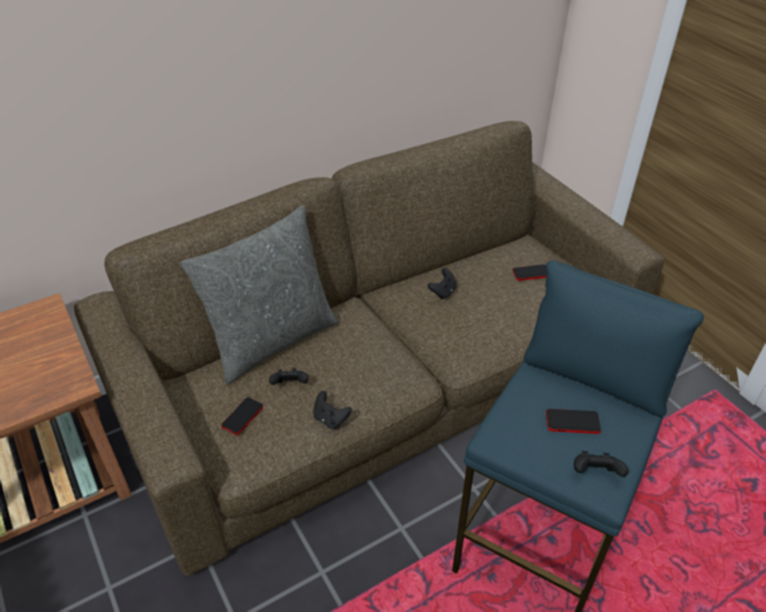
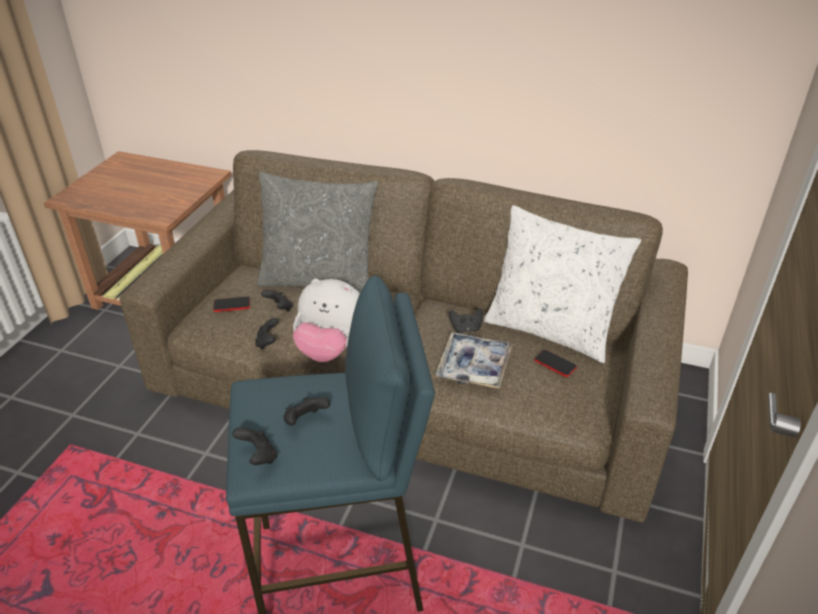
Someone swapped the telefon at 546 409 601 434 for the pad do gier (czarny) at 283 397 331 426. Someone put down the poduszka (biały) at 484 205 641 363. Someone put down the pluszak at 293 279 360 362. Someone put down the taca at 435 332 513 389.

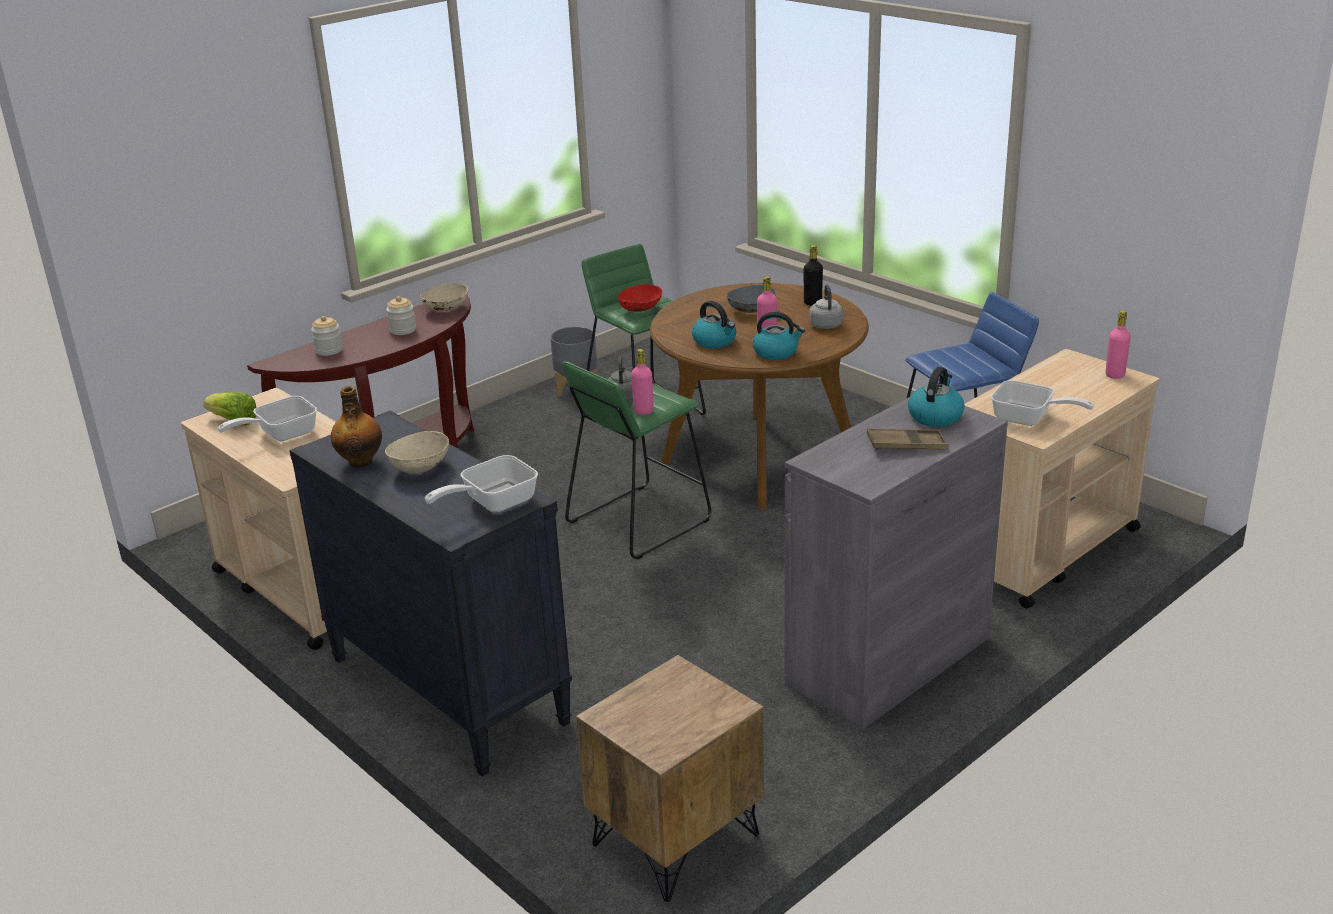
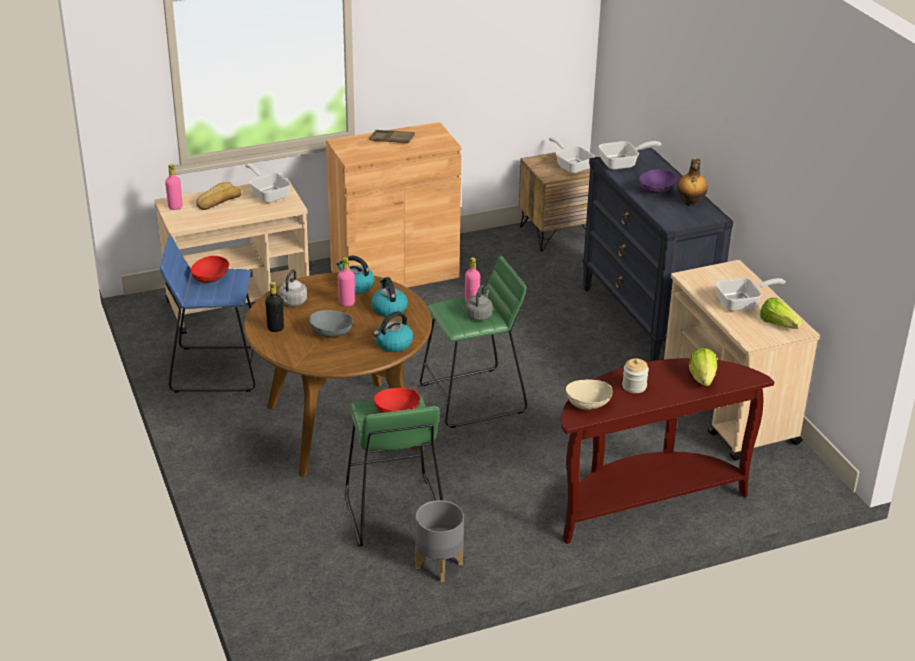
Someone swapped the słoik at 311 316 342 356 for the sałata at 689 348 717 386. Someone carried the czajnik from 908 367 965 427 to 373 311 413 352. Someone repainted the szafka (szary) at 785 396 1008 729, which became the szafka (brązowy) at 326 122 462 288. Someone repainted the miska (beżowy) at 385 431 449 473, which became the miska (fioletowy) at 639 169 677 194. Someone put down the patelnia at 549 137 595 173. Someone put down the chleb at 196 182 241 210. Someone put down the miska (czerwony) at 191 256 229 283.

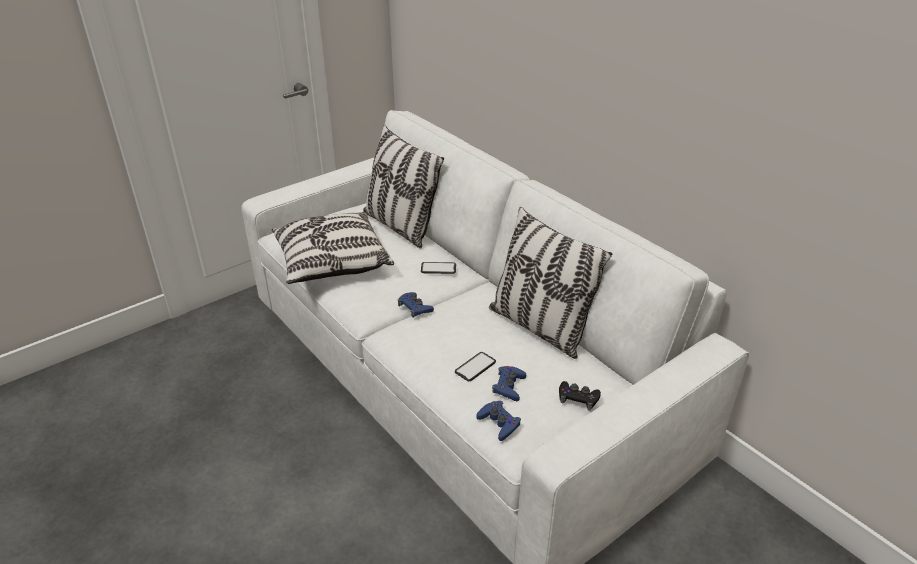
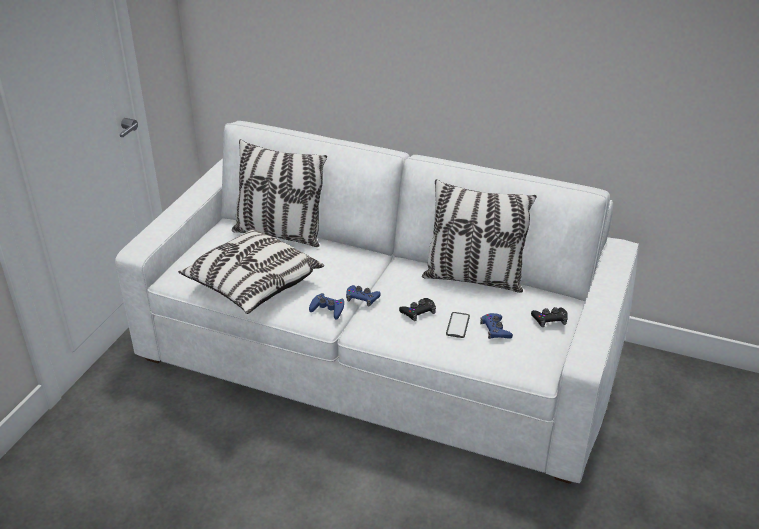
Someone took away the telefon at 421 262 456 274. Someone carried the pad do gier (niebieski) from 476 401 521 441 to 309 293 344 319. Someone put down the pad do gier (czarny) at 399 298 436 321.

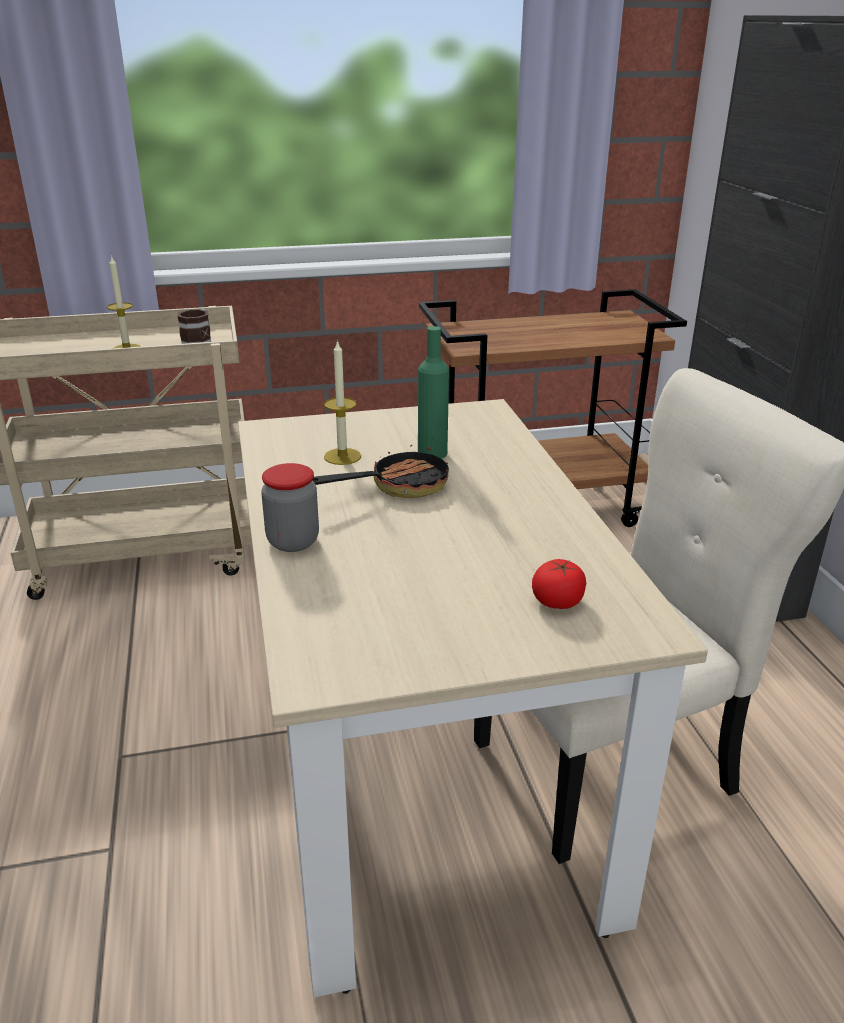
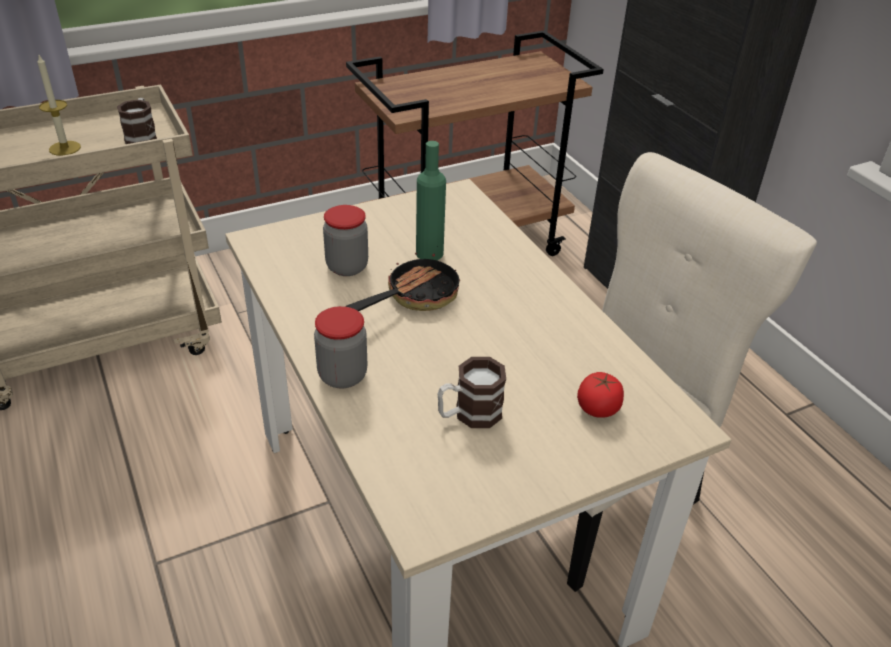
Someone swapped the świeca at 324 340 361 465 for the słoik at 323 205 368 276. Someone put down the kubek at 437 357 506 428.

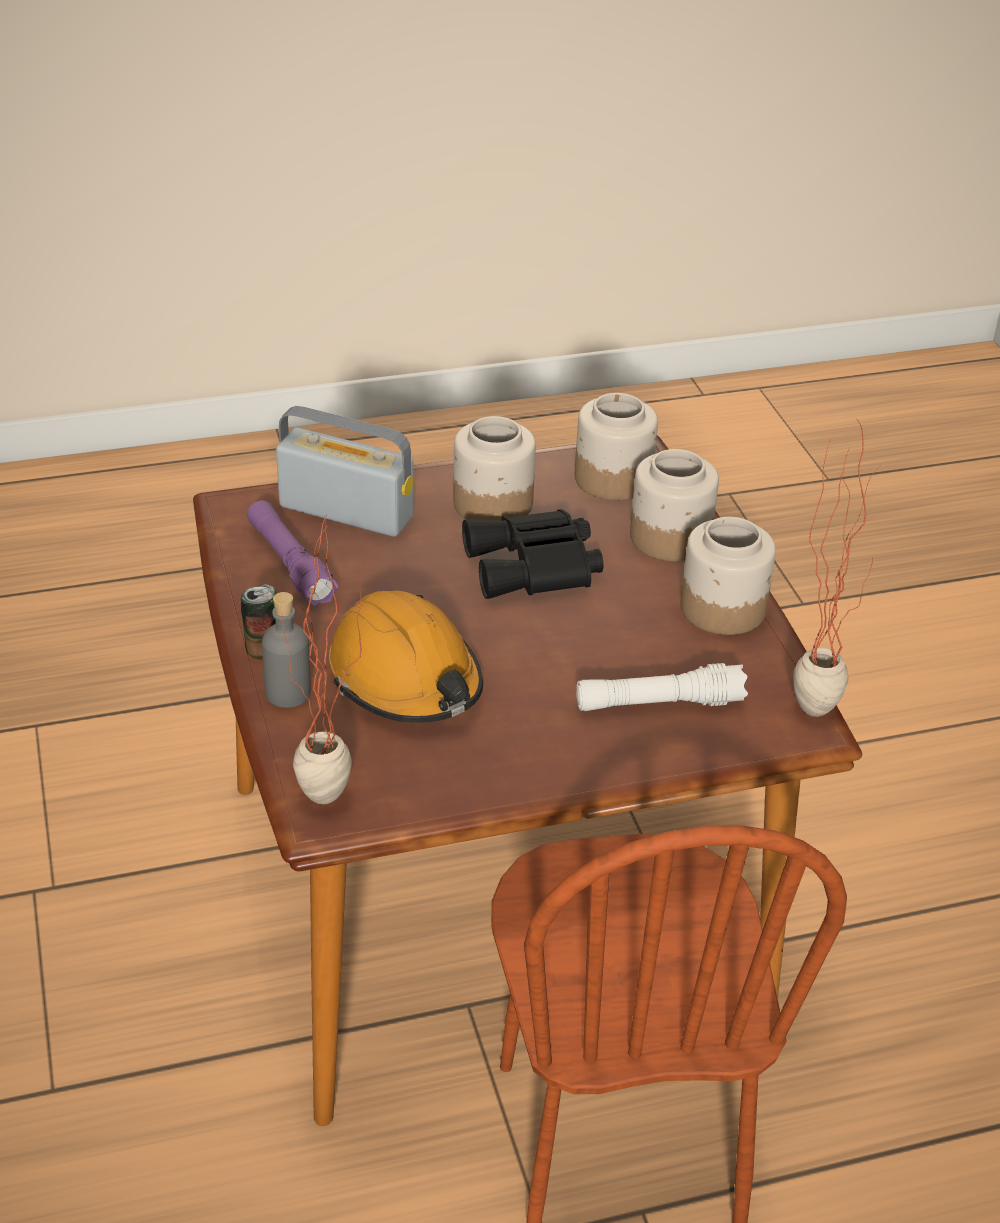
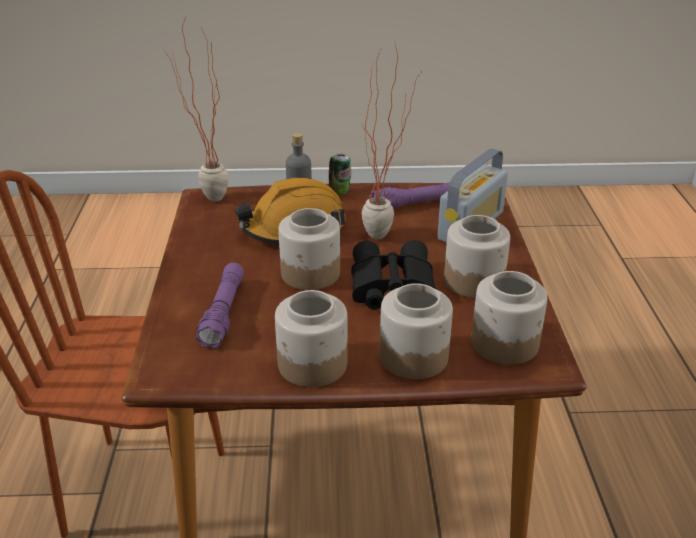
Someone carried the roślina doniczkowa from 793 421 882 717 to 361 39 421 239. Someone repainted the latarka (biały) at 576 663 748 711, which became the latarka (fioletowy) at 196 263 244 348. Someone put down the słoik at 278 208 340 290.

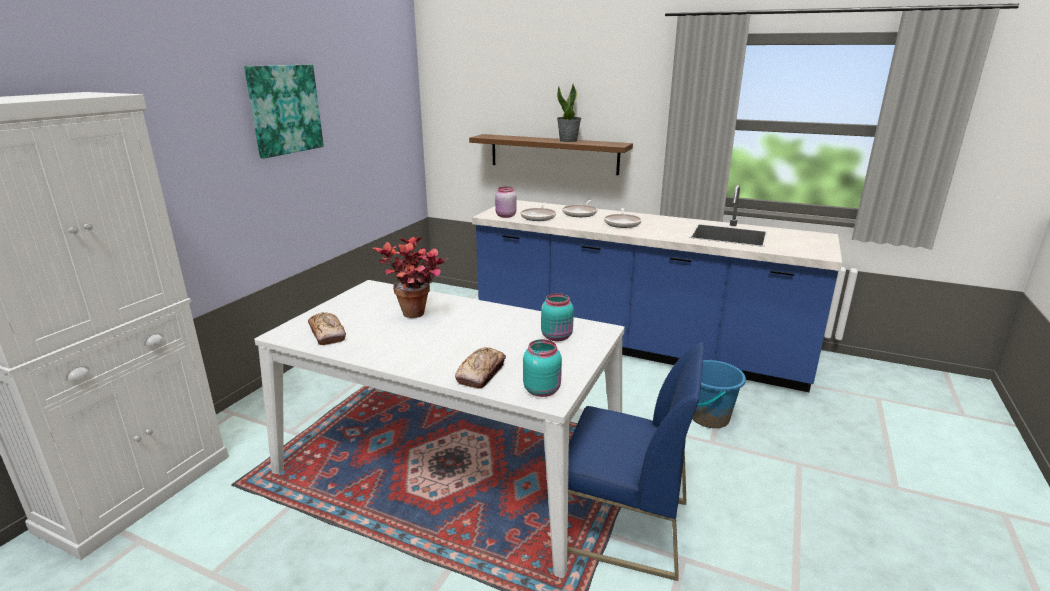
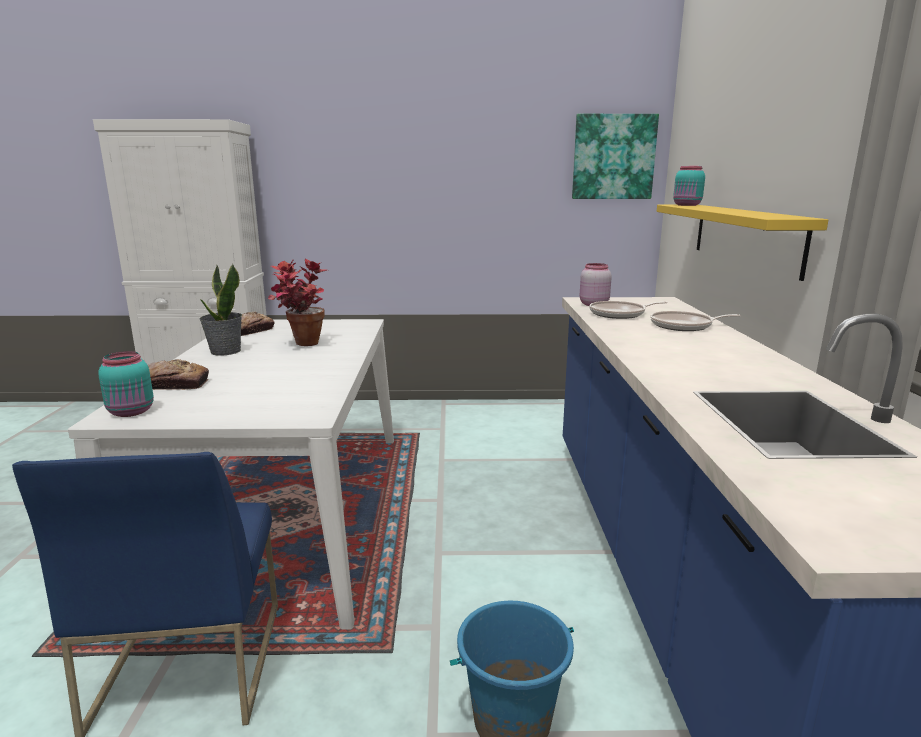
Someone carried the obraz from 244 65 324 158 to 572 114 659 199. Someone carried the roślina doniczkowa from 557 84 581 142 to 199 264 242 356. Someone repainted the półka (brązowy) at 469 134 633 175, which became the półka (żółty) at 657 205 828 281. Someone took away the patelnia at 604 208 642 228. Someone carried the słoik (turkusowy) from 541 293 574 341 to 673 166 705 206.

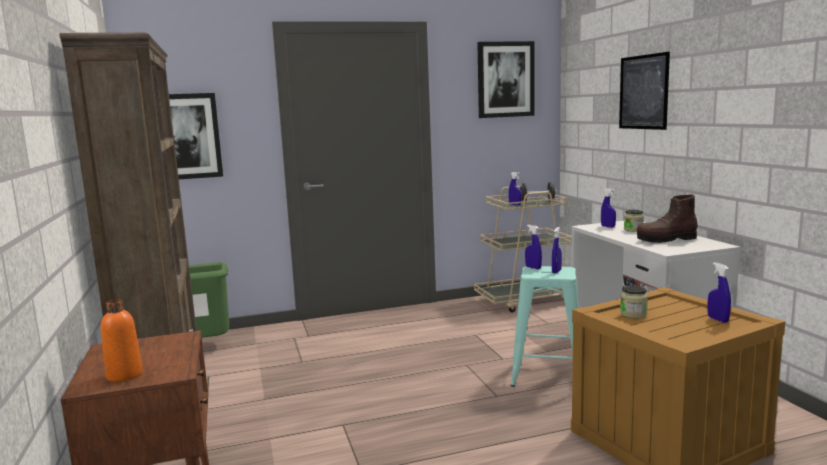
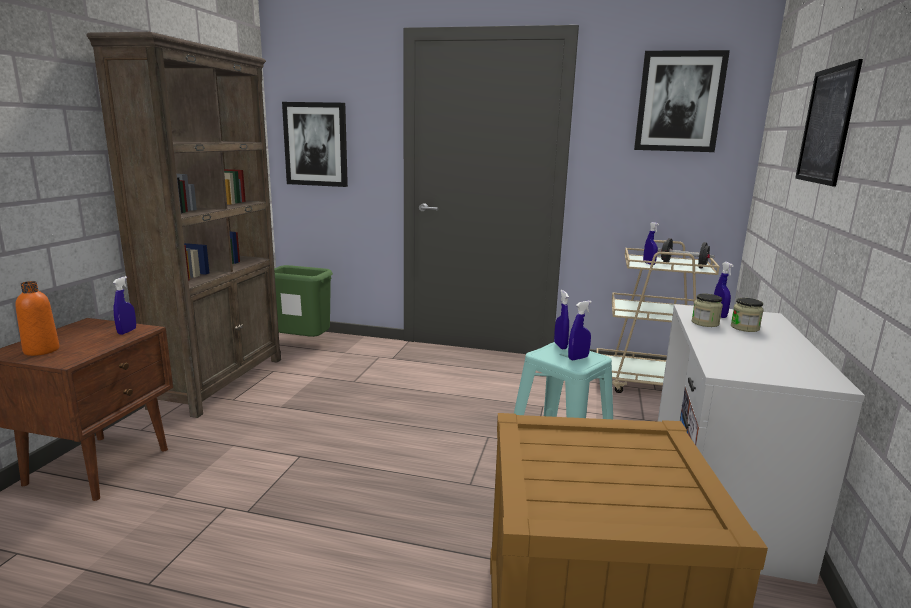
Someone took away the but z cholewką (brązowy) at 637 194 698 243. Someone carried the spryskiwacz (niebieski) from 708 262 731 323 to 113 276 136 335. Someone carried the słoik from 620 285 648 318 to 692 294 723 327.

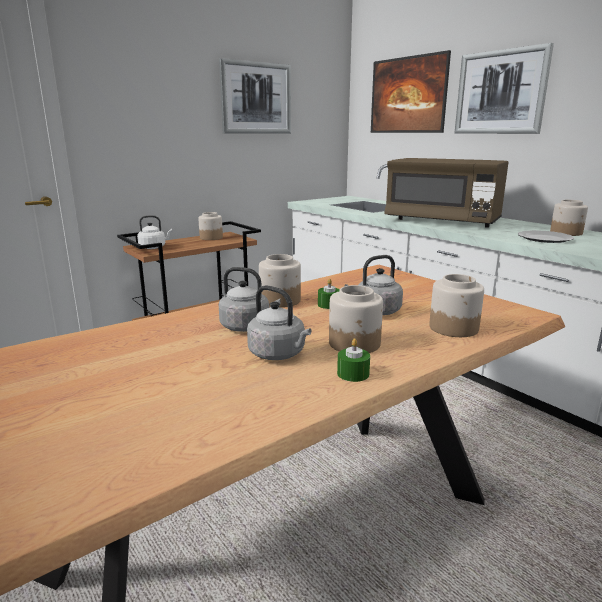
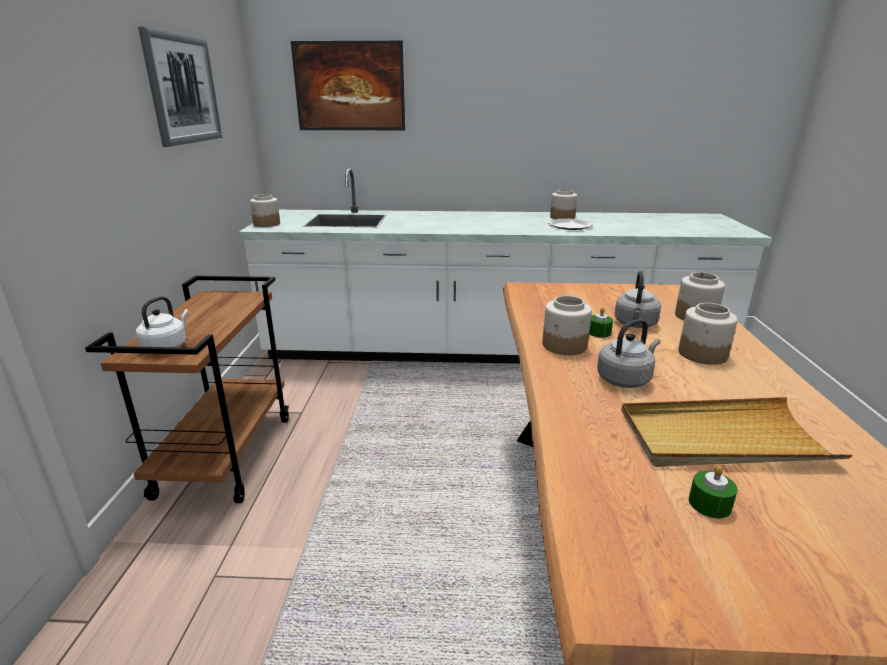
Someone took away the obraz at 455 43 554 134. Someone took away the mikrofalówka (brązowy) at 385 158 509 228. Someone carried the słoik from 198 212 223 240 to 250 194 280 227. Someone took away the czajnik (szary) at 247 285 311 360. Someone carried the świeca (zielony) from 337 338 370 382 to 689 466 737 519. Someone put down the taca (beżowy) at 621 397 853 467.

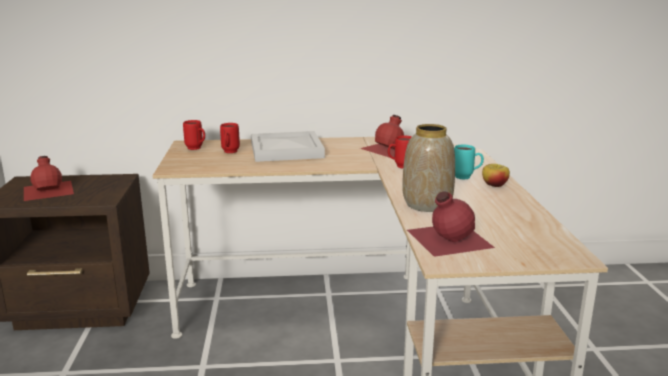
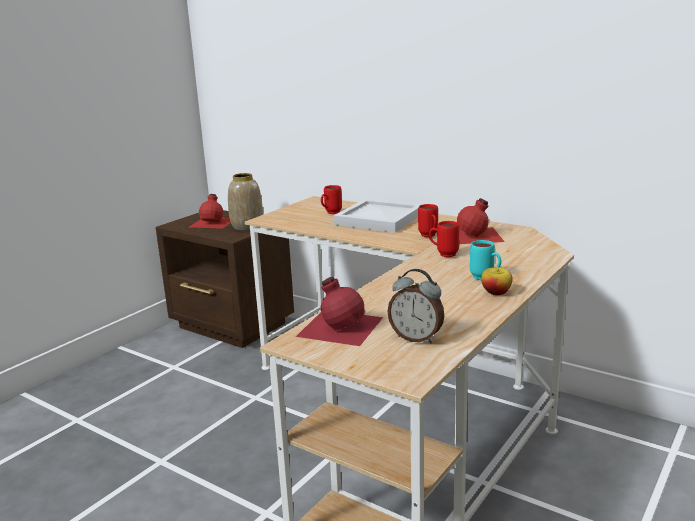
Someone carried the kubek (czerwony) from 183 120 205 150 to 418 204 438 237. Someone carried the wazon from 402 124 455 212 to 228 173 263 231. Someone put down the budzik at 388 269 444 344.

